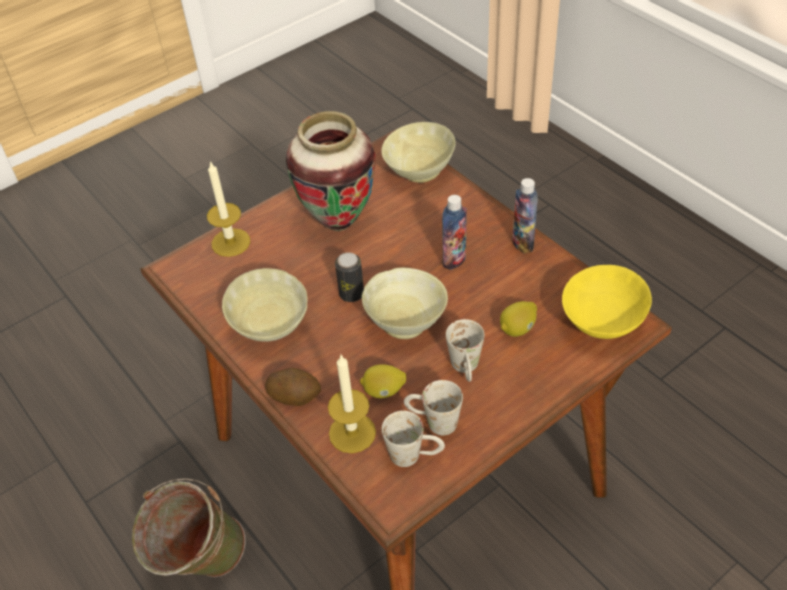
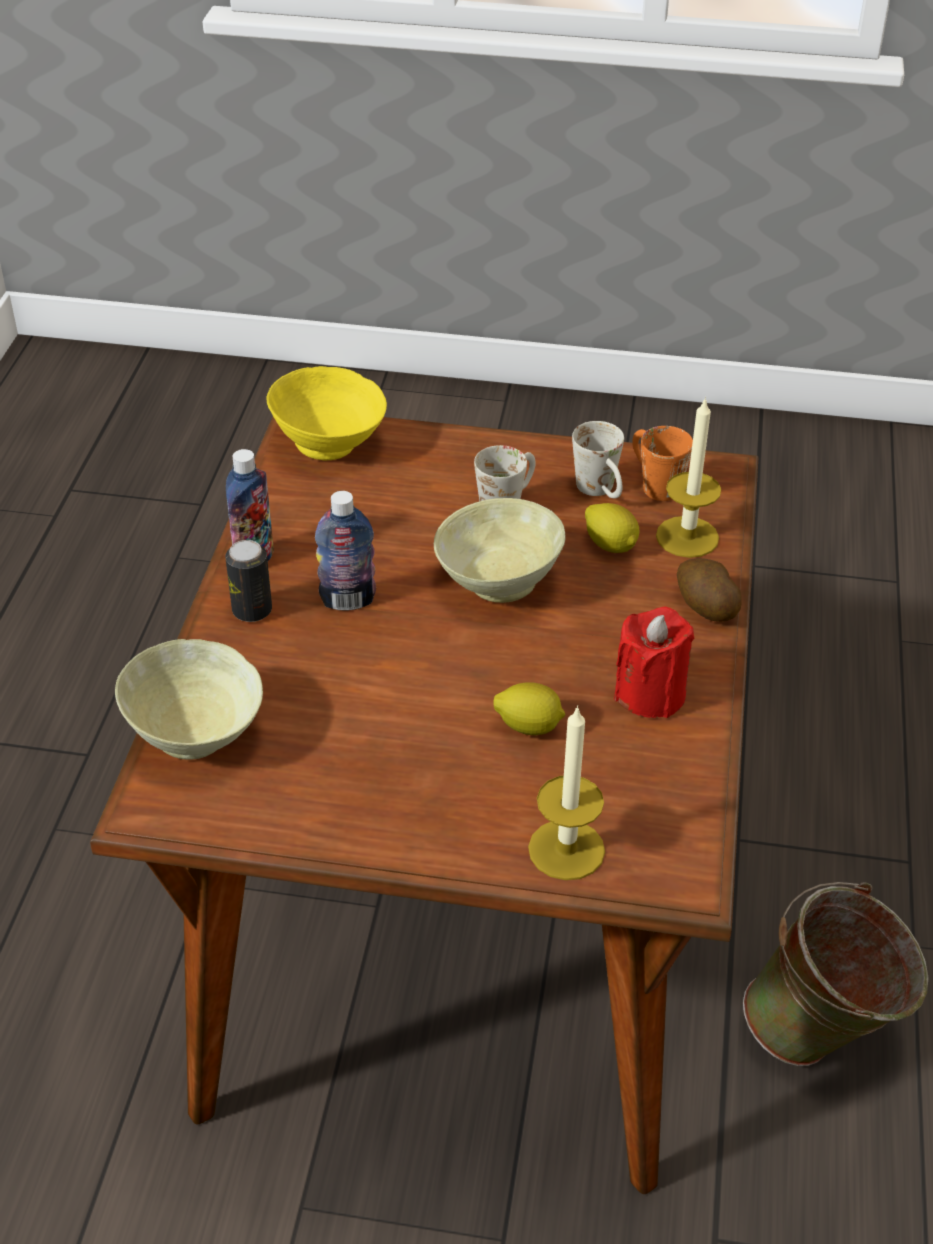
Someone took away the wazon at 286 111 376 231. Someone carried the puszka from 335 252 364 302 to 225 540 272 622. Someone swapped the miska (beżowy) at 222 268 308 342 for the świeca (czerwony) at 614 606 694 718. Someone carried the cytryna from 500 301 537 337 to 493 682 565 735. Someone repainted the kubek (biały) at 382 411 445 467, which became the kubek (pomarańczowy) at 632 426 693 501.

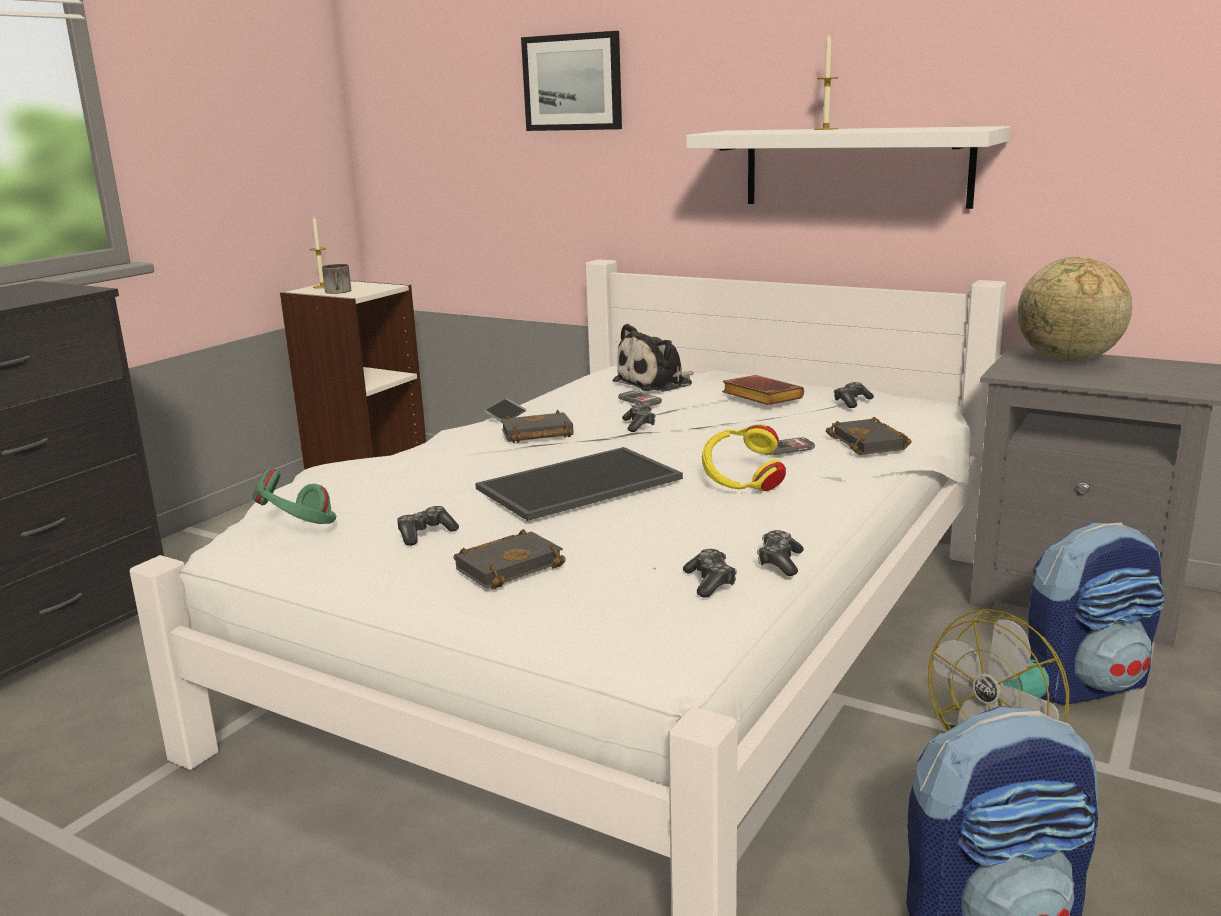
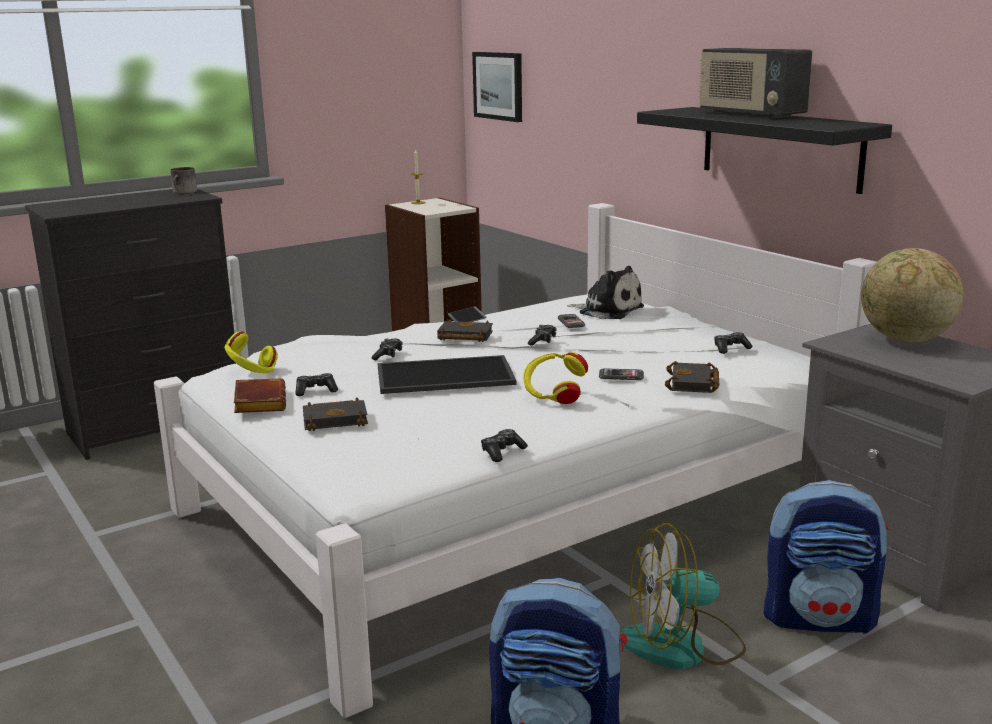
Someone carried the obraz from 521 31 622 131 to 472 52 522 122. Someone swapped the świeca at 814 35 838 130 for the radio at 698 48 812 118. Someone repainted the półka (biały) at 686 126 1011 209, which became the półka (czarny) at 637 107 892 194. Someone carried the kubek from 322 264 351 294 to 170 167 197 194. Someone rotated the pluszak at 613 324 694 392 by 135 degrees counterclockwise. Someone carried the książka (brązowy) from 722 375 804 405 to 234 378 286 413. Someone repainted the słuchawki (zielony) at 253 468 336 524, which became the słuchawki (żółty) at 224 331 278 373. Someone carried the pad do gier from 683 549 737 598 to 371 339 403 360.

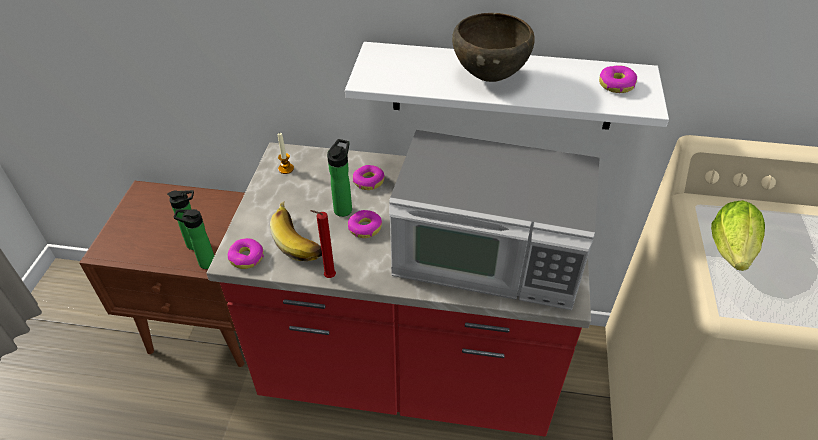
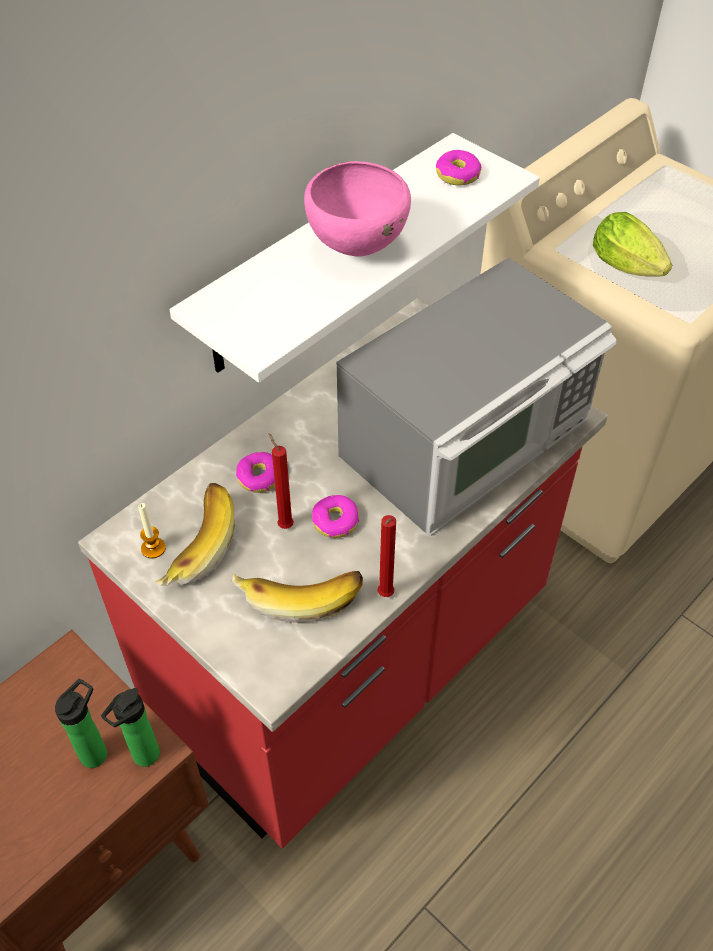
Someone repainted the miska (brązowy) at 452 13 535 82, which became the miska (różowy) at 304 161 411 257. Someone swapped the butelka at 327 139 352 217 for the świeca (czerwony) at 269 433 294 529. Someone took away the donut at 228 238 264 269. Someone put down the banan at 155 483 235 586.

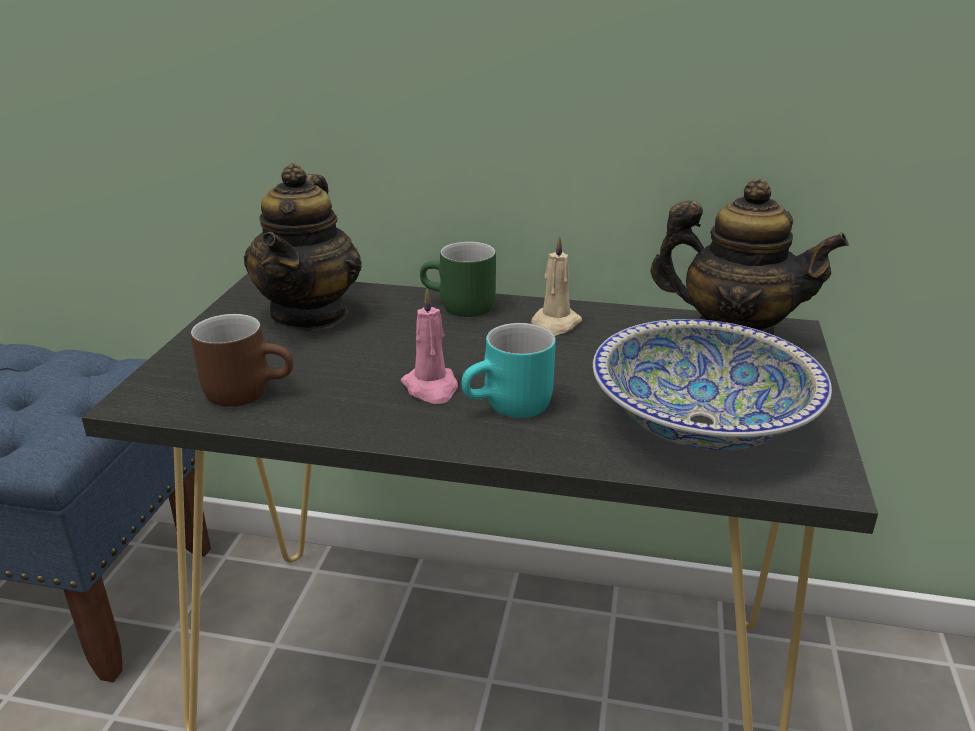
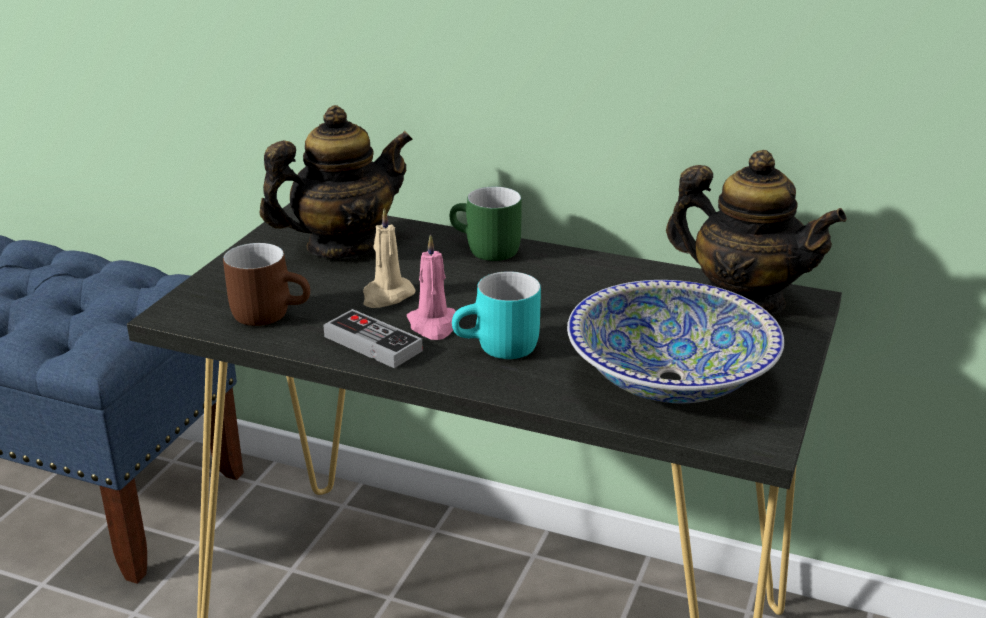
Someone rotated the imbryk at 244 163 362 331 by 135 degrees counterclockwise. Someone carried the świeca (beżowy) from 531 235 582 336 to 363 208 416 308. Someone put down the pad do gier at 323 309 423 368.

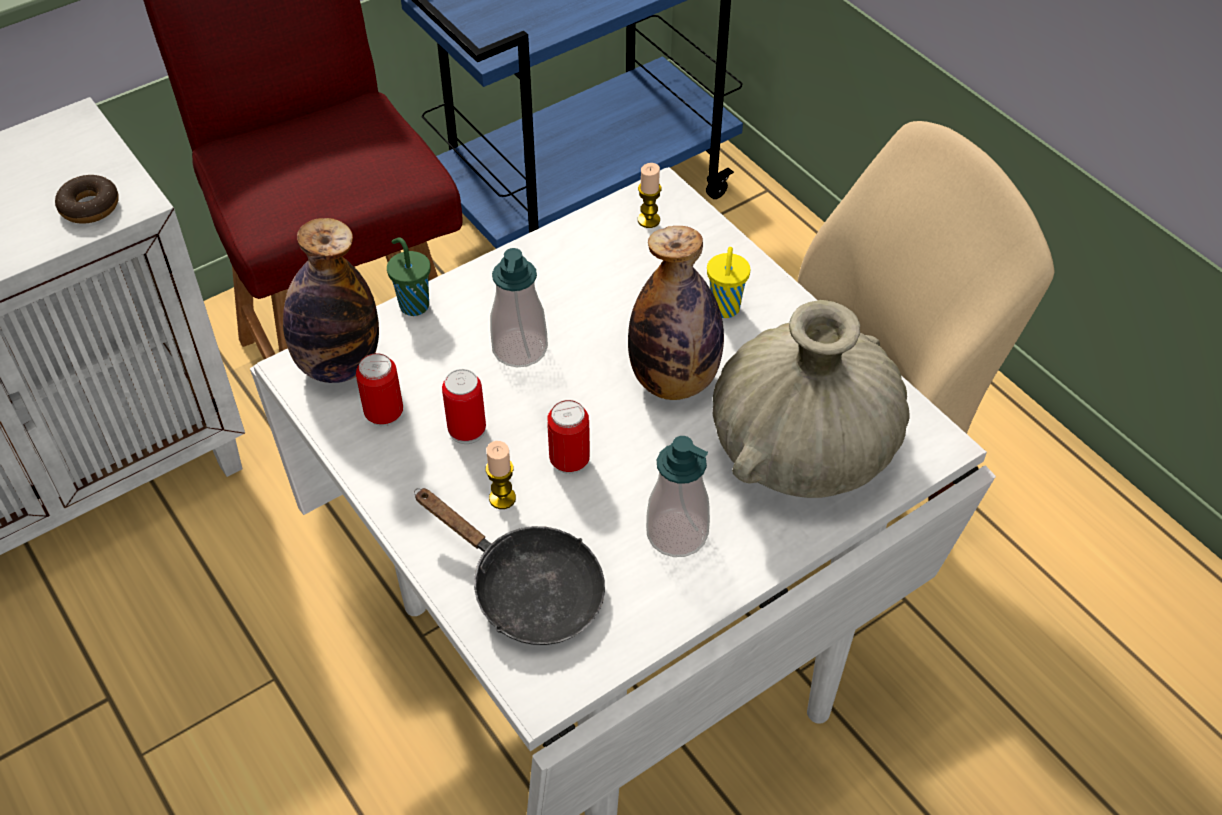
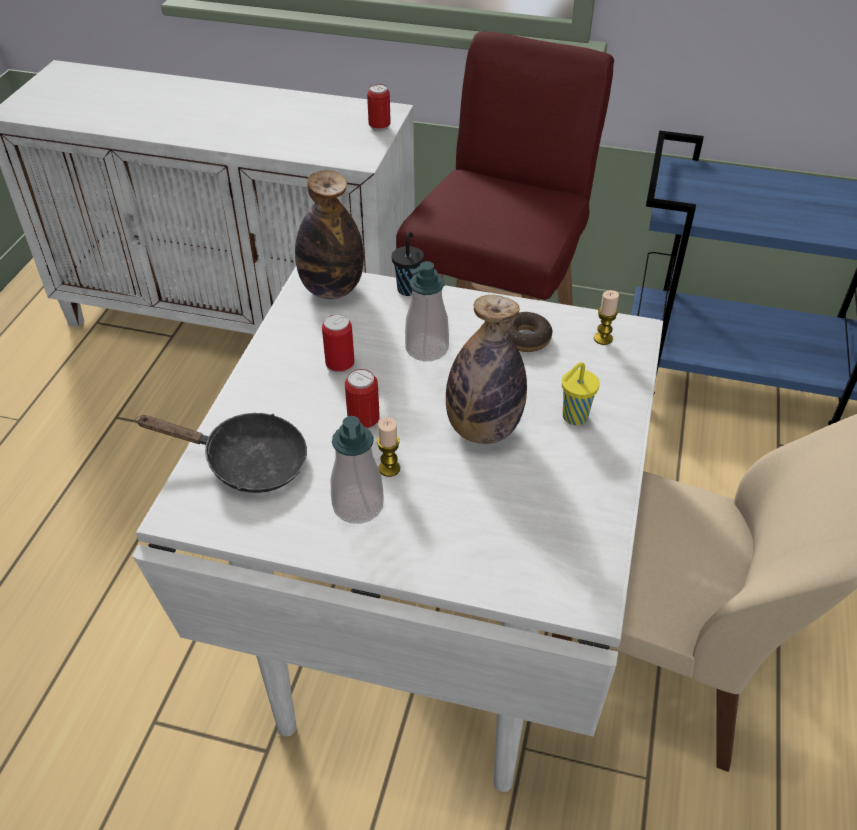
Someone carried the donut from 55 175 119 224 to 509 312 552 352. Someone repainted the filiżanka (zielony) at 387 237 431 316, which became the filiżanka (czarny) at 392 232 424 296. Someone took away the wazon (beżowy) at 713 300 910 498. Someone carried the puszka from 356 353 403 426 to 367 84 391 132. Someone carried the świeca from 486 441 516 509 to 377 417 400 477. Someone rotated the patelnia (czarny) at 414 488 605 645 by 75 degrees counterclockwise.

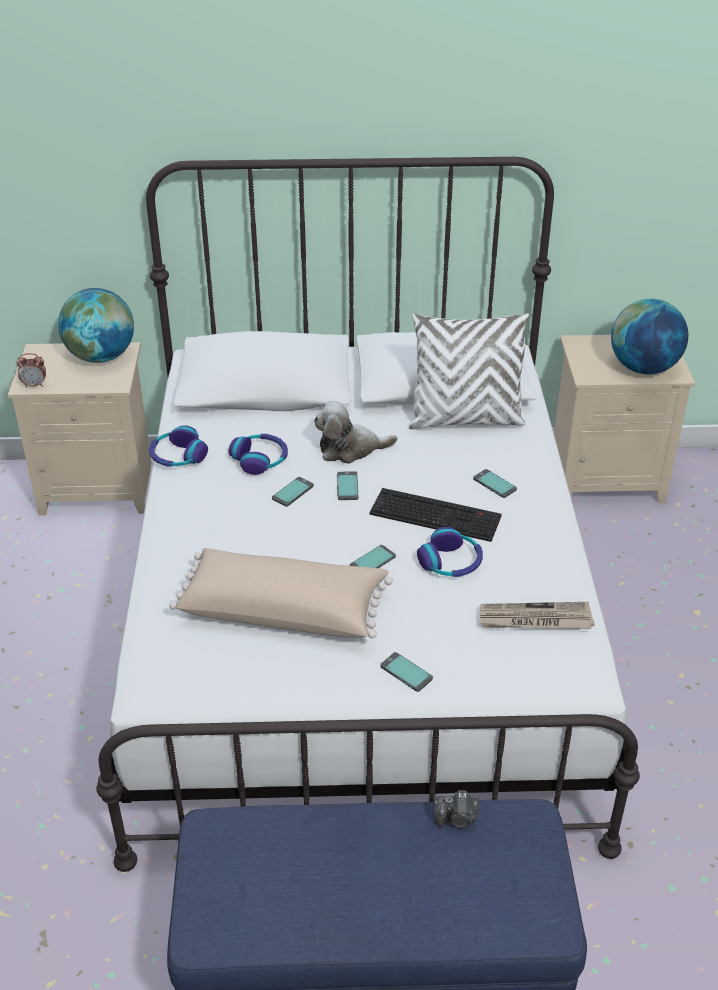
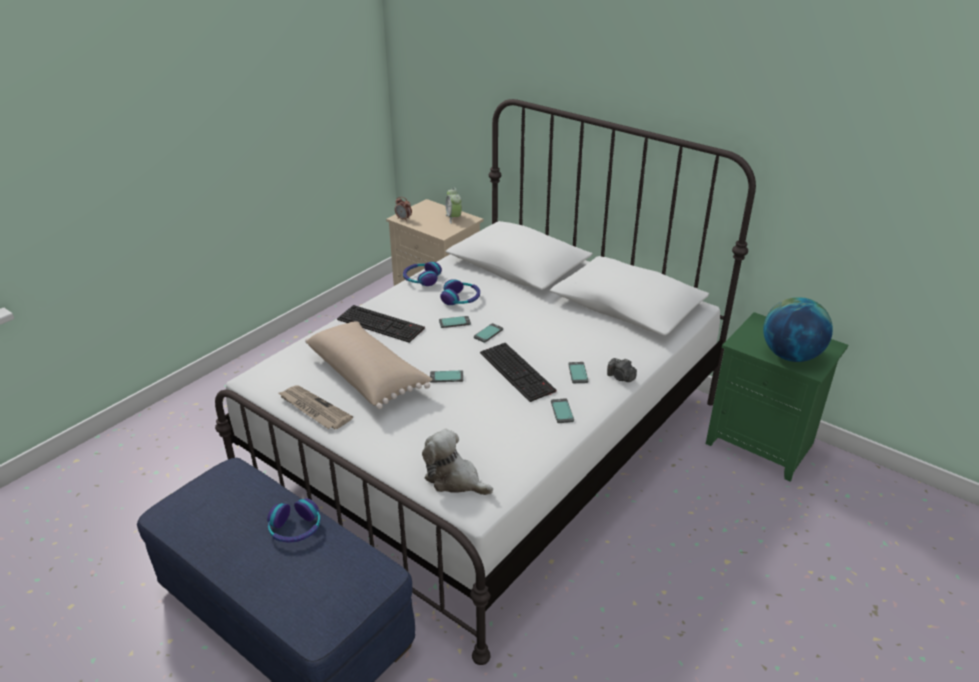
Someone swapped the globus at 58 288 134 363 for the budzik at 446 188 462 224. Someone took away the poduszka (biały) at 409 313 530 429. Someone repainted the szafka nocna (beżowy) at 554 335 695 504, which became the szafka nocna (zielony) at 706 312 848 482. Someone carried the pluszak from 314 401 397 464 to 422 429 493 495. Someone carried the słuchawki from 417 527 483 577 to 267 498 320 542. Someone carried the gazeta from 480 602 595 629 to 279 385 353 429. Someone carried the telefon from 380 652 433 692 to 551 398 574 423. Someone carried the aparat fotograficzny from 434 790 479 828 to 607 358 637 382. Someone put down the klawiatura at 337 305 425 343.

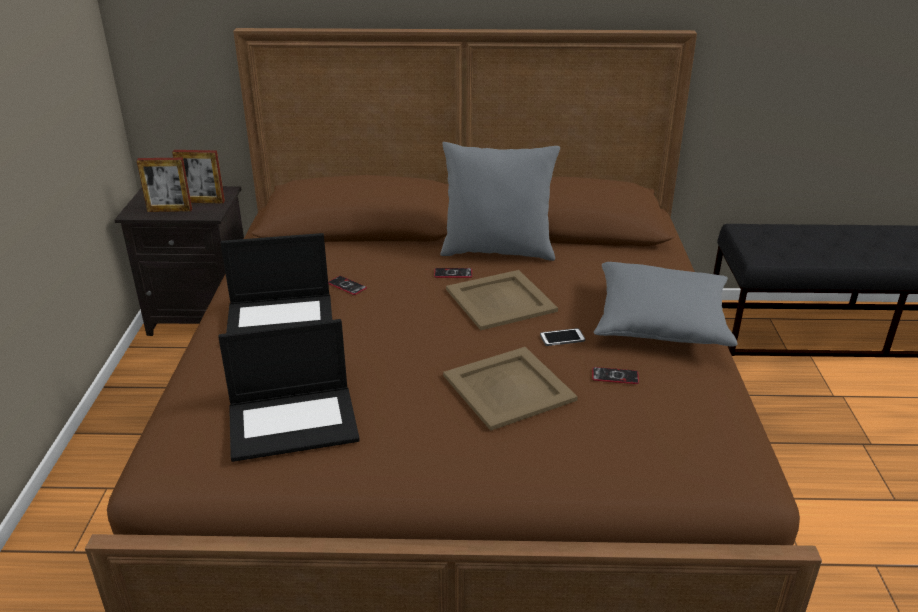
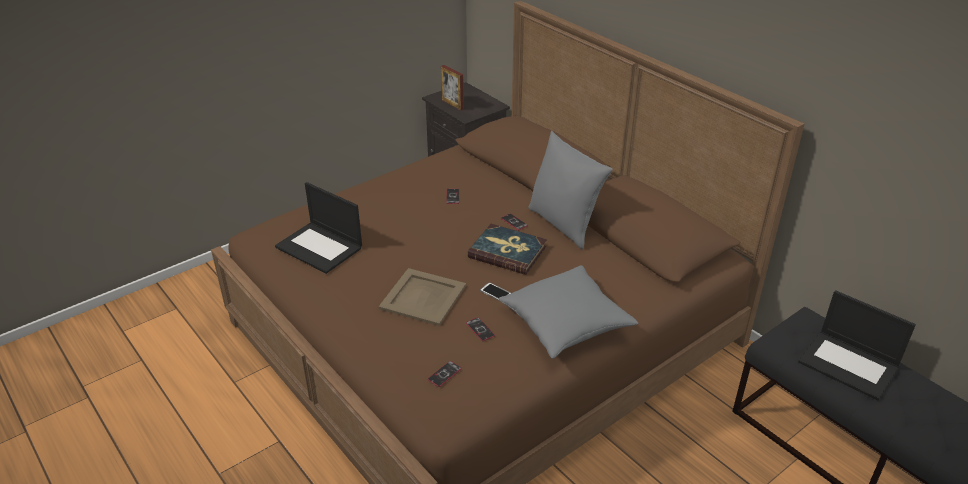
Someone took away the ramka na zdjęcie at 172 150 225 204. Someone carried the laptop from 221 233 332 333 to 798 290 916 400. Someone swapped the taca (beżowy) at 446 270 558 330 for the książka at 468 224 547 275. Someone put down the telefon at 428 361 462 387.

